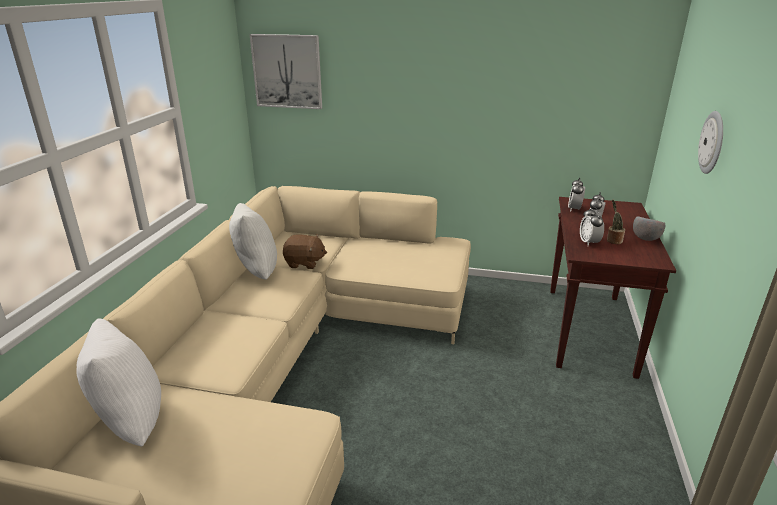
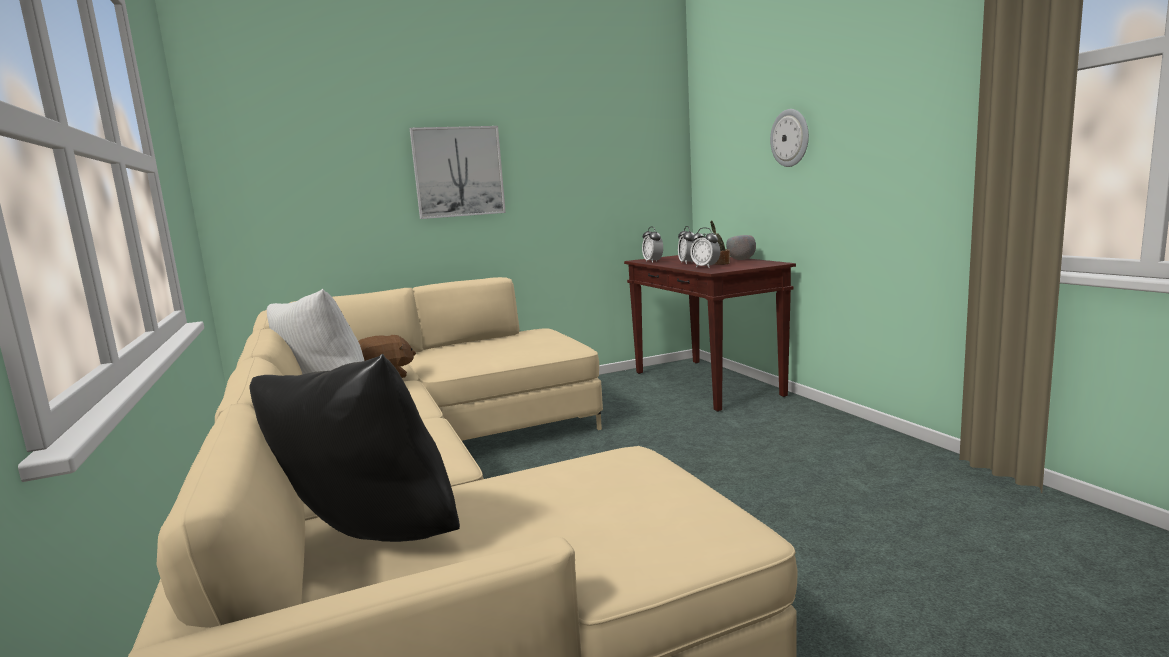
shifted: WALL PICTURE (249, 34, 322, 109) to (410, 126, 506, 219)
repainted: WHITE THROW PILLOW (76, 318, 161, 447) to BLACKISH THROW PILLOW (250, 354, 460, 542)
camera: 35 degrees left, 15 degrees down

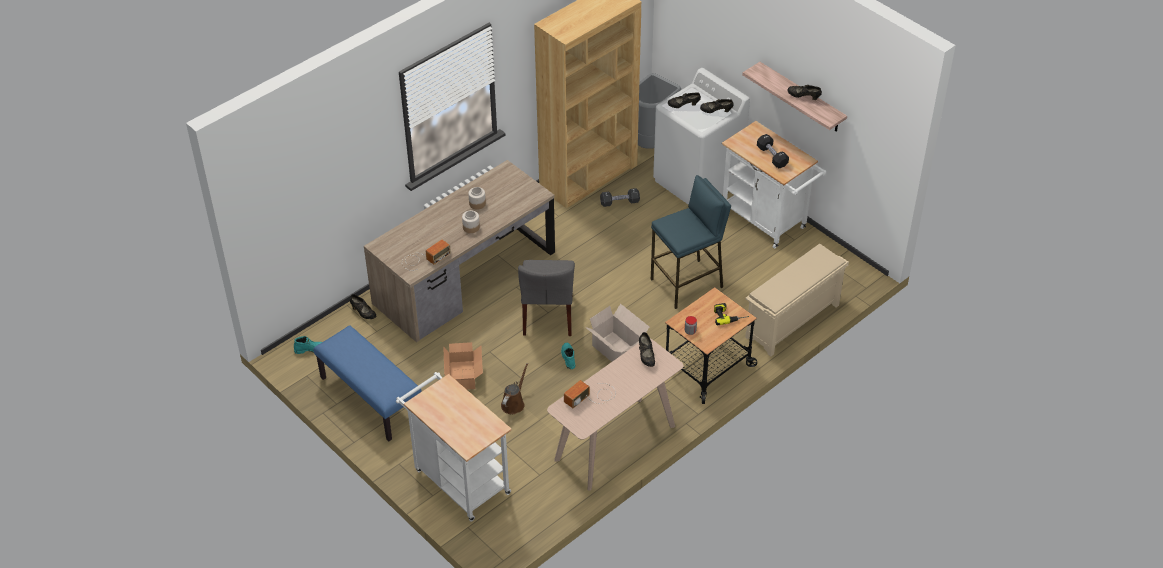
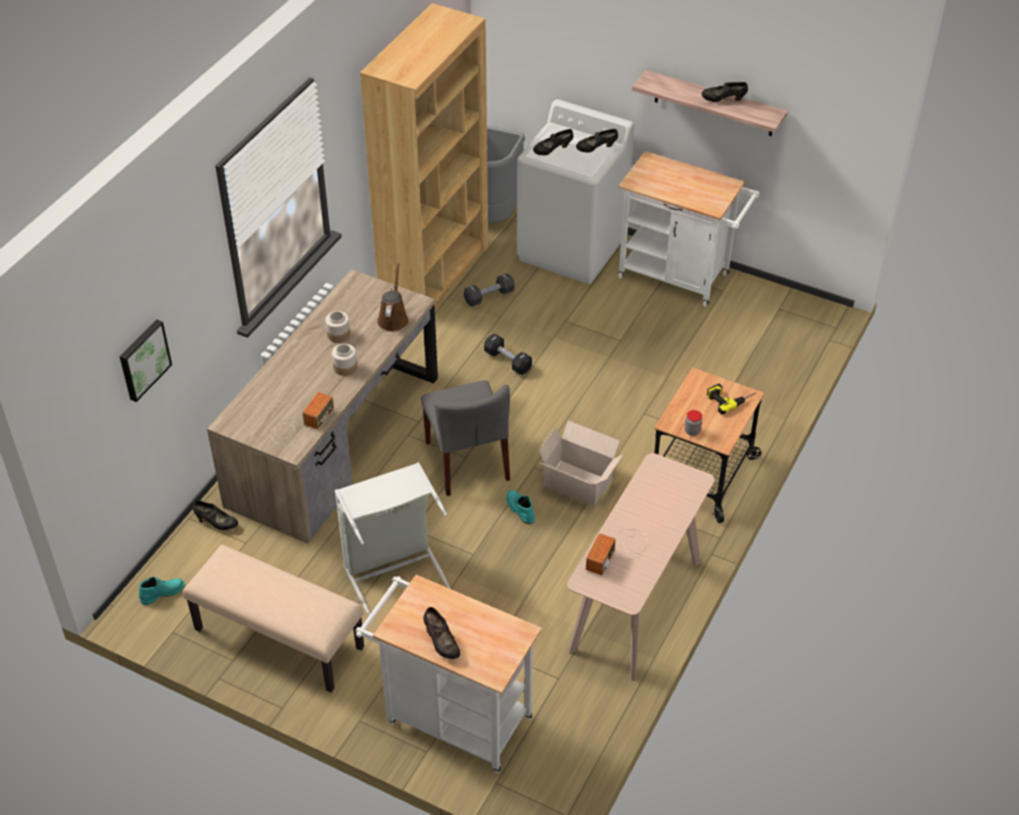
gone: BLUE STOOL SEAT (651, 175, 731, 309); SAND-COLOURED SHOE SHELF (745, 244, 849, 357)
new: WALL PICTURE (120, 320, 172, 402)
shifted: BROWNISH SPRINKLING CAN (501, 363, 528, 414) to (377, 262, 409, 332); BLACKISH ITEM OF FOOTWEAR (639, 332, 655, 367) to (423, 607, 460, 659); BLACKISH HAND WEIGHT (757, 134, 789, 168) to (484, 334, 532, 375)
swapped: CARDBOARD BOX (443, 342, 483, 390) to GREYISH LAUNDRY BASKET (334, 462, 451, 616)
repainted: BLUE INDOOR BENCH (313, 325, 422, 441) to SAND-COLOURED INDOOR BENCH (183, 545, 364, 693)
camera: 20 degrees left, 0 degrees up

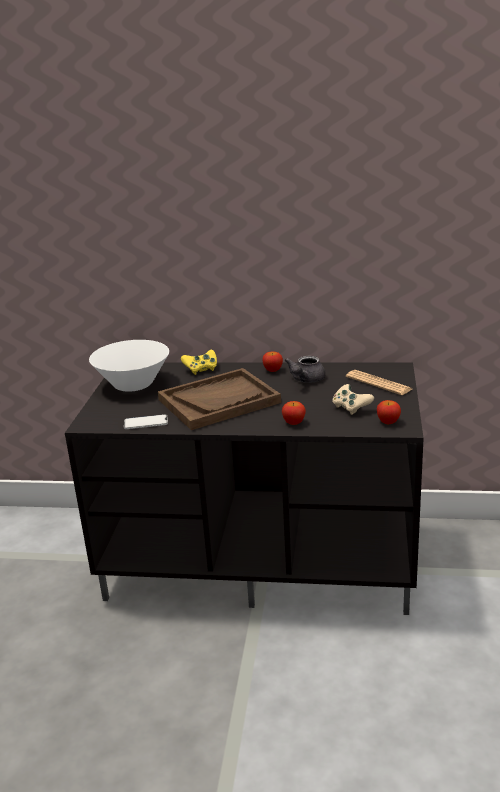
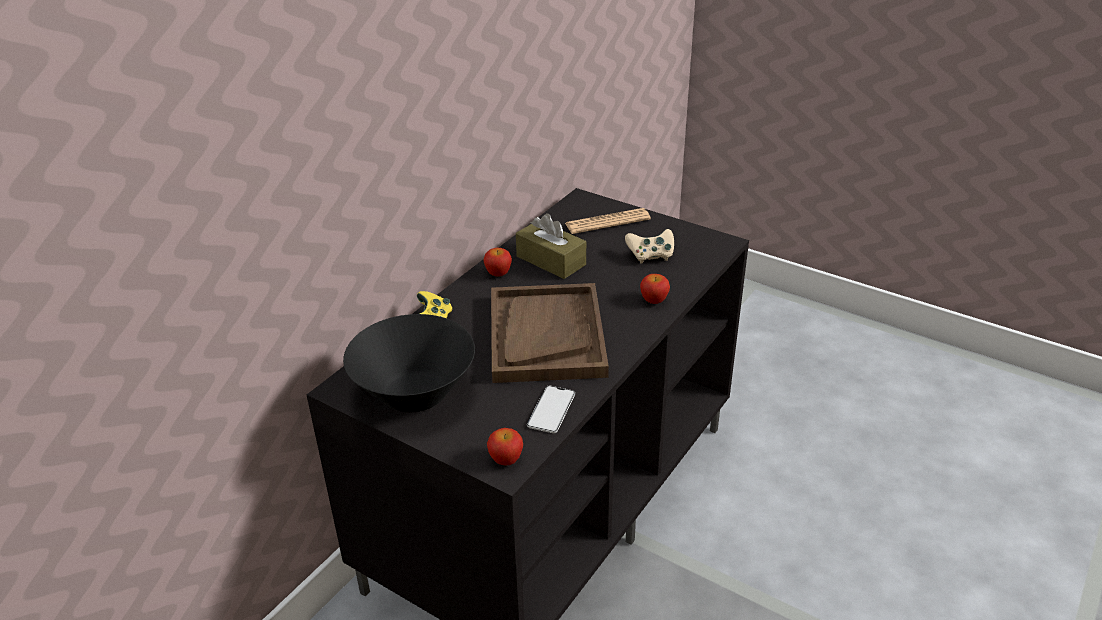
shifted: WHOLE APPLE (377, 400, 401, 424) to (487, 428, 523, 466)
swapped: GREYISH POT FOR TEA (285, 356, 326, 383) to BROWNISH TISSUE BOX (516, 214, 586, 279)
repainted: WHITE SERVING BOWL (89, 340, 169, 392) to BLACKISH SERVING BOWL (343, 314, 475, 412)
camera: 65 degrees left, 10 degrees up

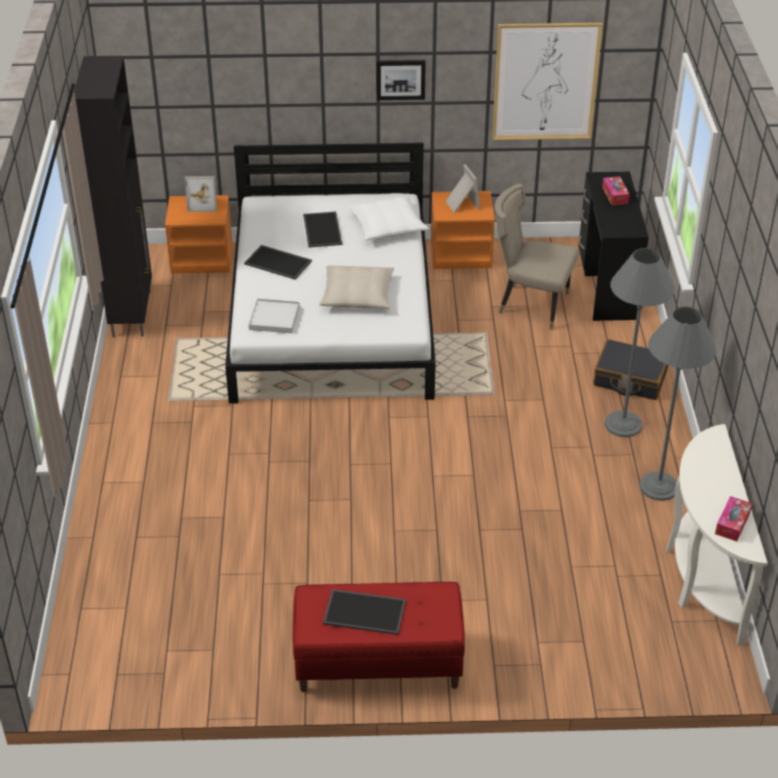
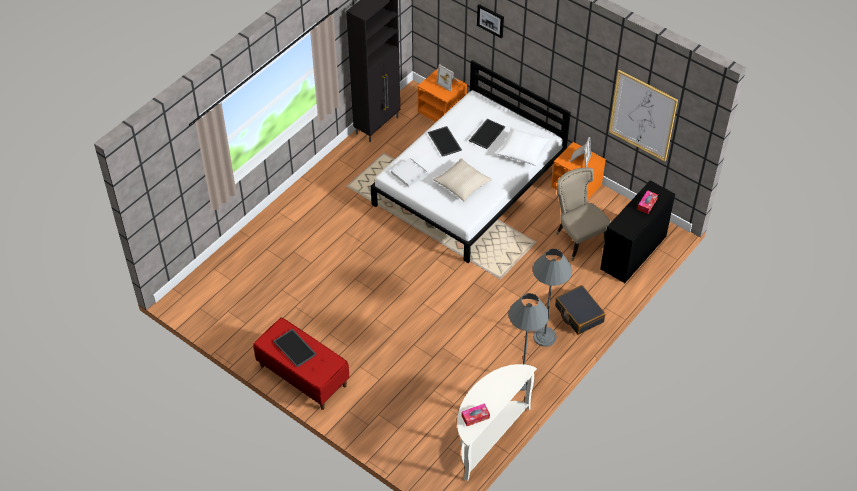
shifted: WALL PICTURE (376, 60, 426, 100) to (477, 4, 504, 39)
camera: 40 degrees right, 10 degrees up

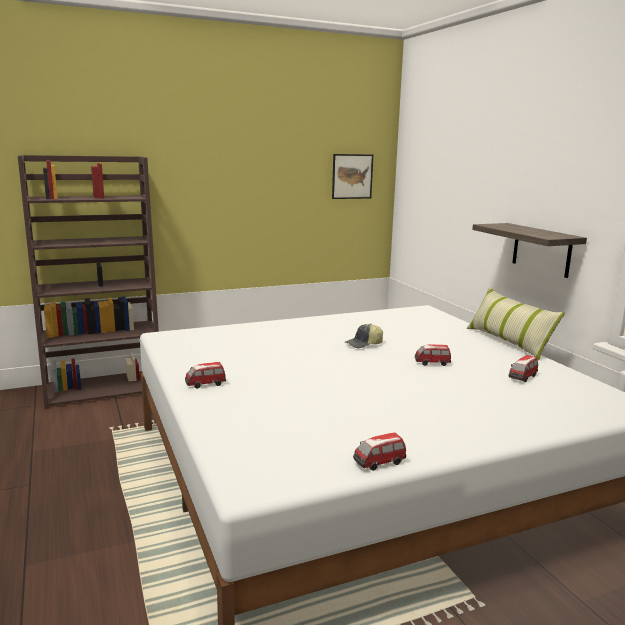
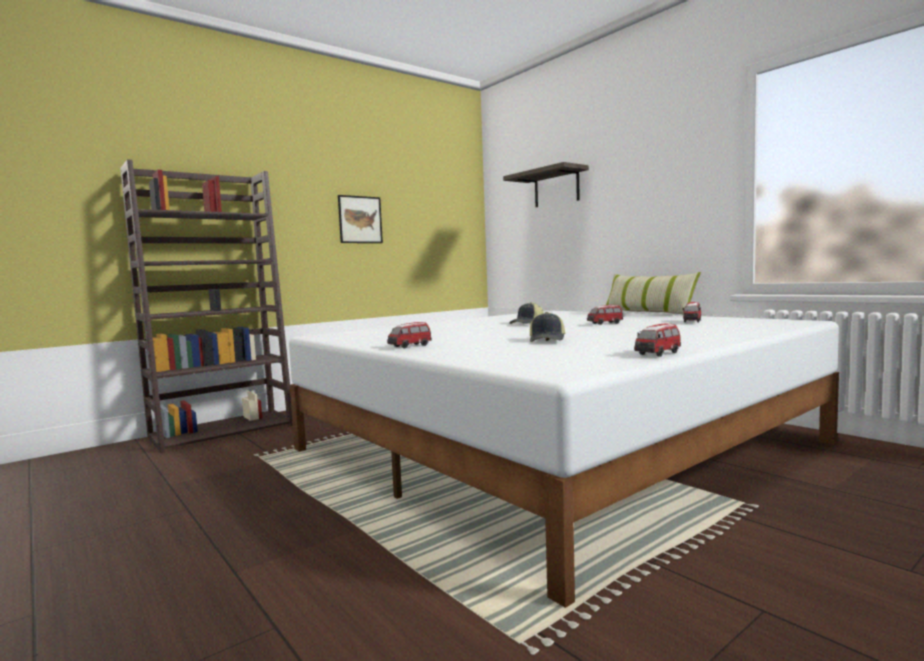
new: PEAKED CAP (530, 312, 565, 342)
shifted: WALL PICTURE (332, 154, 373, 199) to (338, 195, 383, 243); WALL SHELF (472, 223, 587, 278) to (503, 162, 589, 207)
camera: 15 degrees left, 10 degrees down

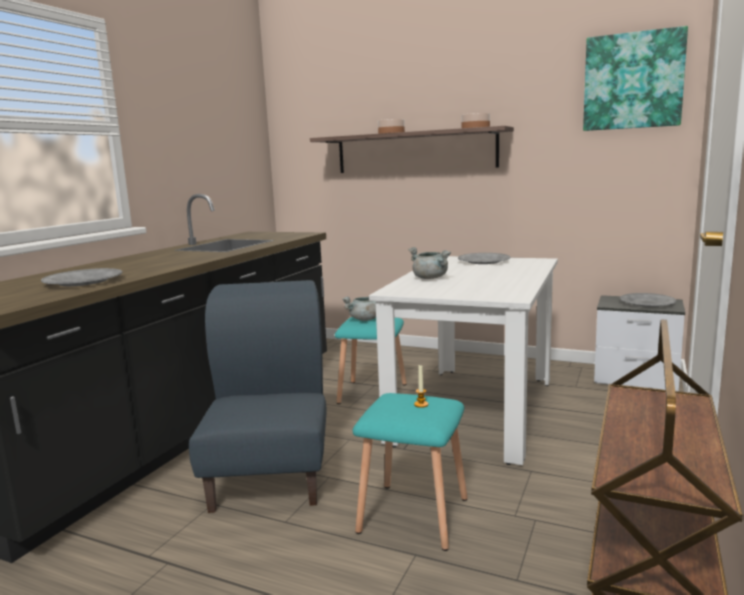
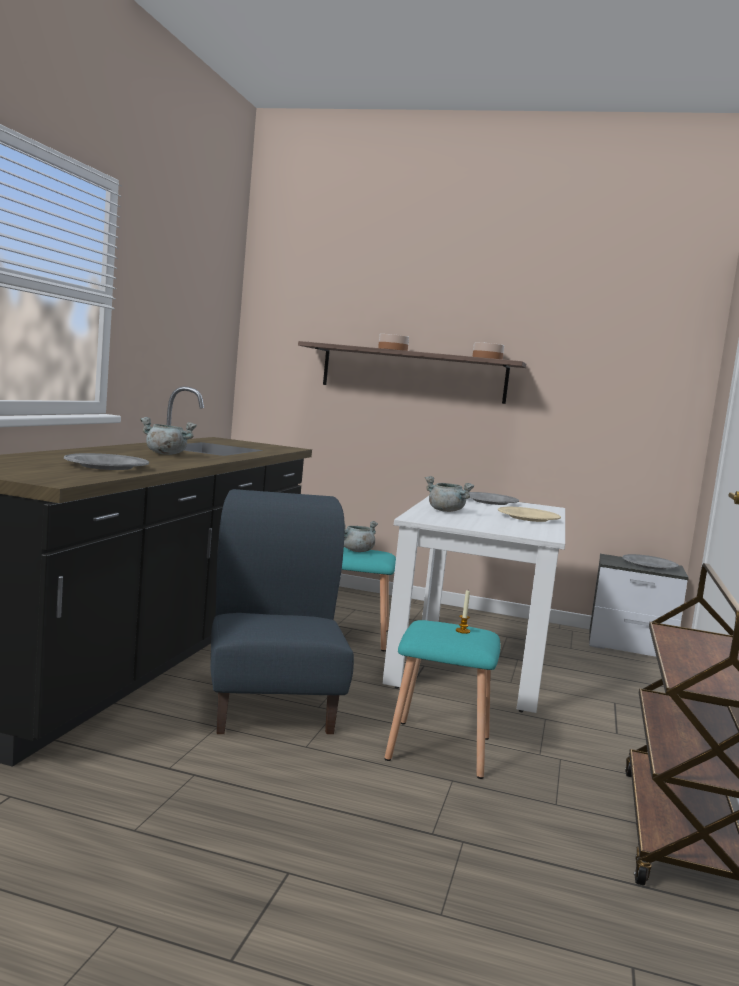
gone: WALL PICTURE (583, 26, 688, 131)
new: GREYISH COOKING POT (140, 417, 197, 455); SAND-COLOURED FLAT DISH (498, 507, 561, 522)
camera: 10 degrees left, 5 degrees down

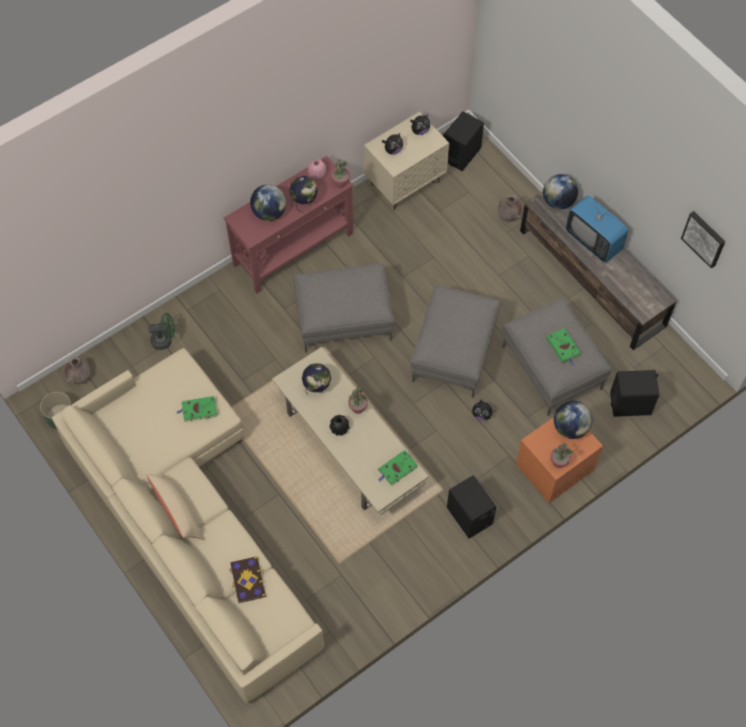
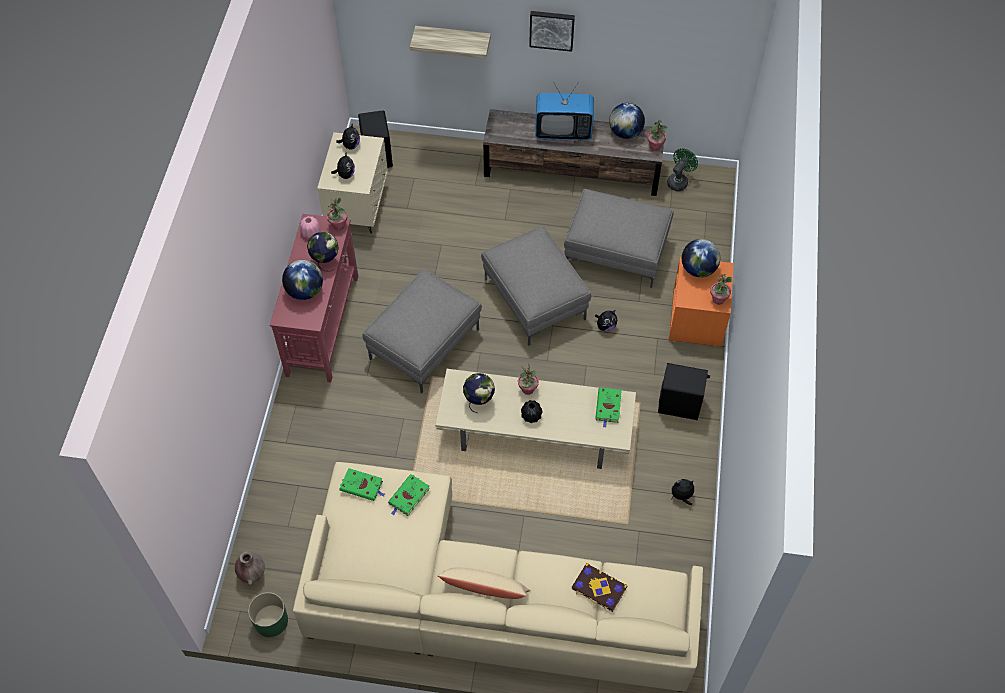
gone: BROWNISH FLOWER VASE (498, 195, 522, 222); BLACKISH AUDIO SPEAKER (610, 370, 659, 417)
new: WALL SHELF (410, 26, 491, 59); PLANT IN A POT (647, 120, 668, 151); SOFT TOY (671, 479, 694, 505)
shifted: GREEN COOLING FAN (148, 313, 175, 350) to (667, 148, 698, 191); GLOBE (543, 174, 578, 209) to (609, 103, 645, 139); GREEN BOUND BOOK (546, 328, 581, 365) to (340, 468, 385, 501); WALL PICTURE (681, 211, 725, 269) to (529, 11, 575, 52)
camera: 45 degrees left, 5 degrees down

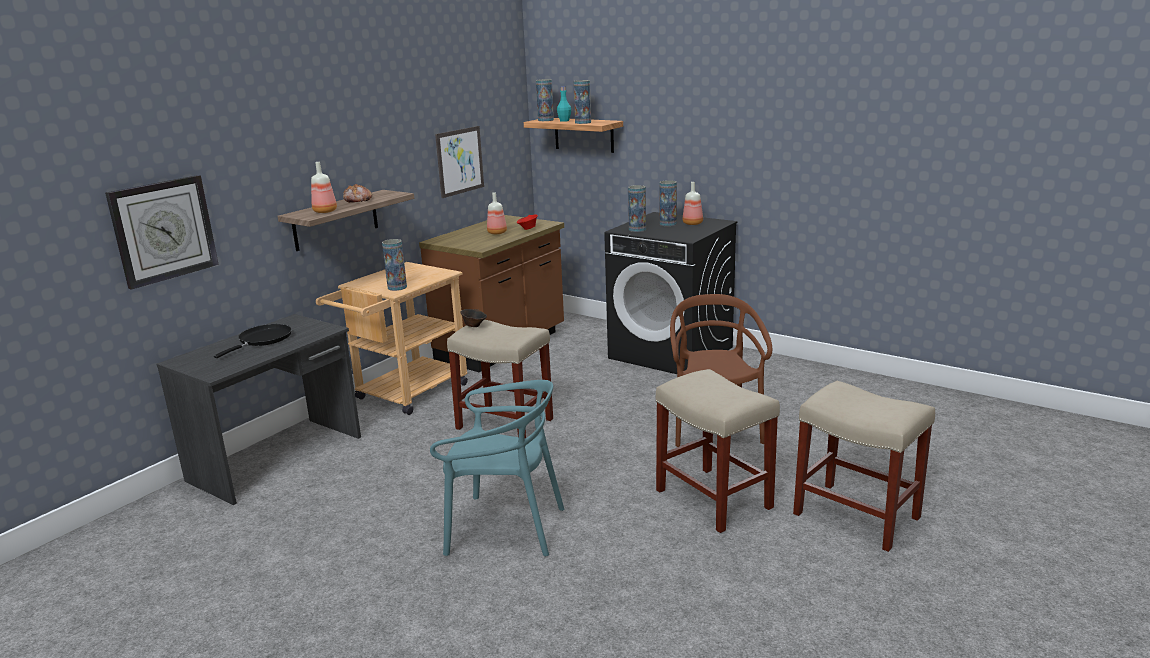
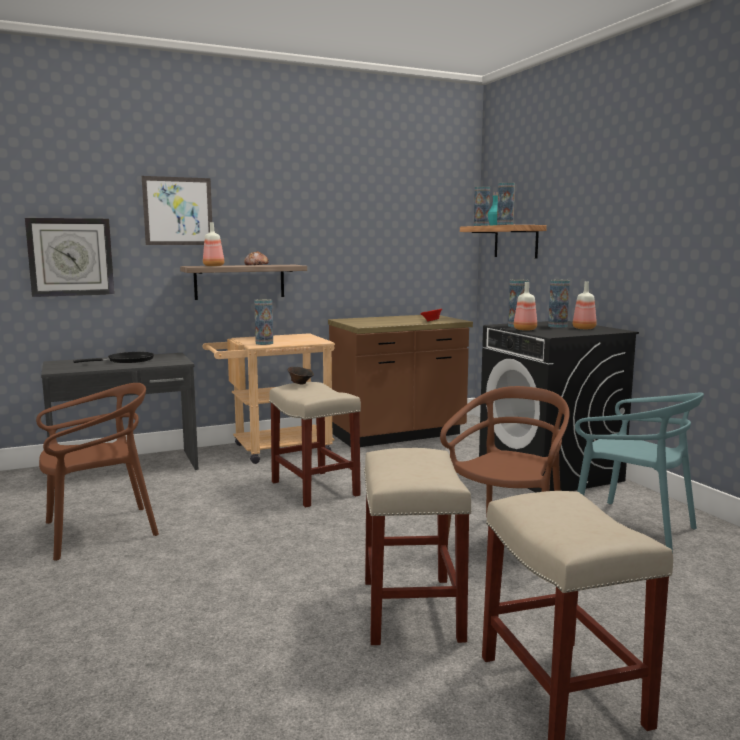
new: BROWNISH CHAIR (36, 383, 159, 561)
shifted: TURQUOISE CHAIR (430, 380, 564, 556) to (575, 393, 704, 552); WALL PICTURE (435, 126, 484, 198) to (142, 176, 212, 245); DRINK BOTTLE (487, 192, 507, 234) to (514, 282, 537, 331)
camera: 30 degrees right, 10 degrees down

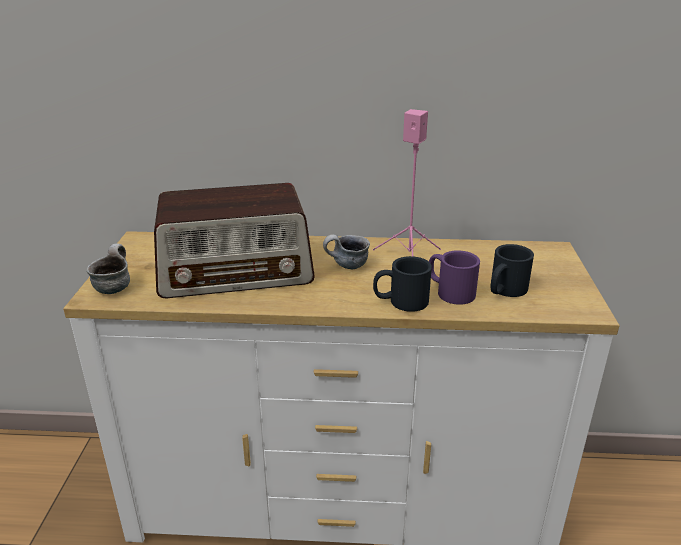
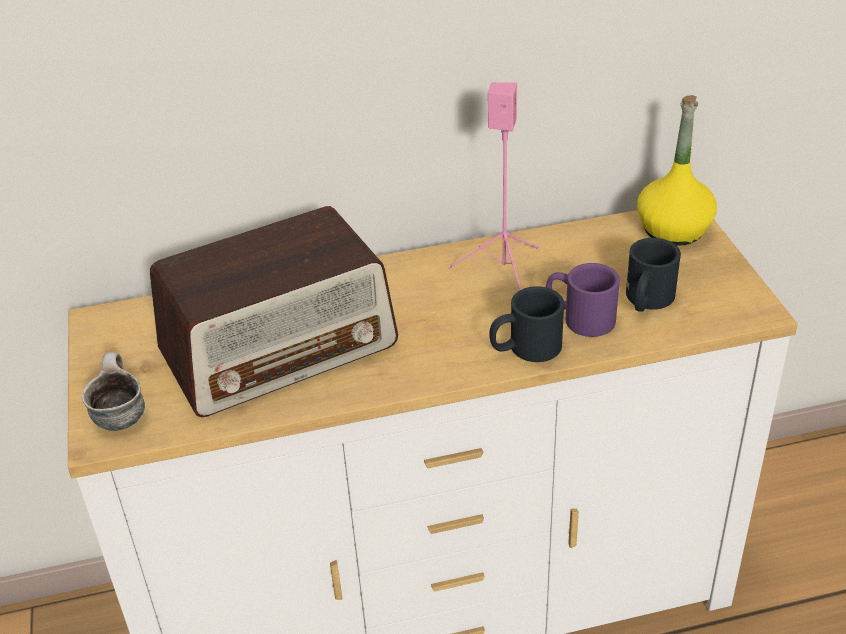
gone: COFFEE MUG (323, 234, 370, 269)
new: YELLOW DRINK BOTTLE (637, 95, 717, 246)
camera: 15 degrees left, 10 degrees up

